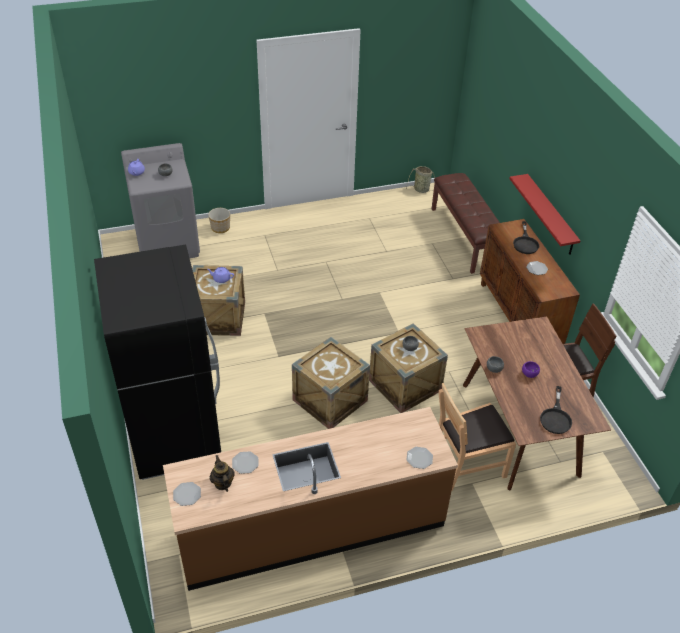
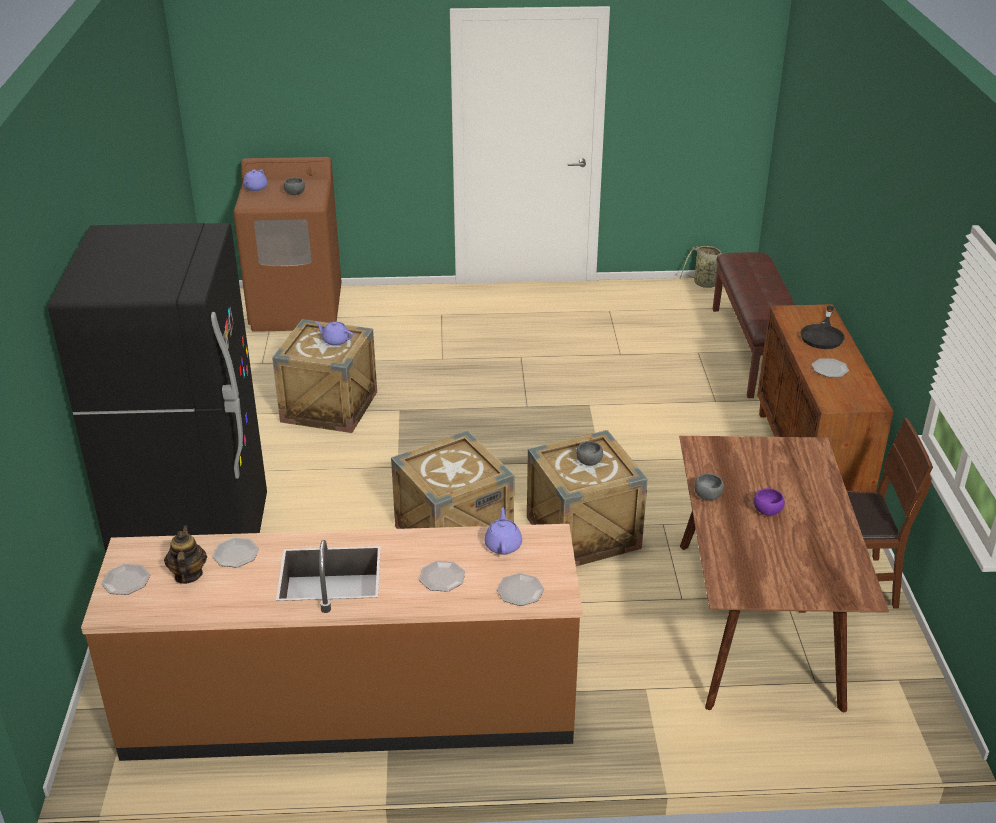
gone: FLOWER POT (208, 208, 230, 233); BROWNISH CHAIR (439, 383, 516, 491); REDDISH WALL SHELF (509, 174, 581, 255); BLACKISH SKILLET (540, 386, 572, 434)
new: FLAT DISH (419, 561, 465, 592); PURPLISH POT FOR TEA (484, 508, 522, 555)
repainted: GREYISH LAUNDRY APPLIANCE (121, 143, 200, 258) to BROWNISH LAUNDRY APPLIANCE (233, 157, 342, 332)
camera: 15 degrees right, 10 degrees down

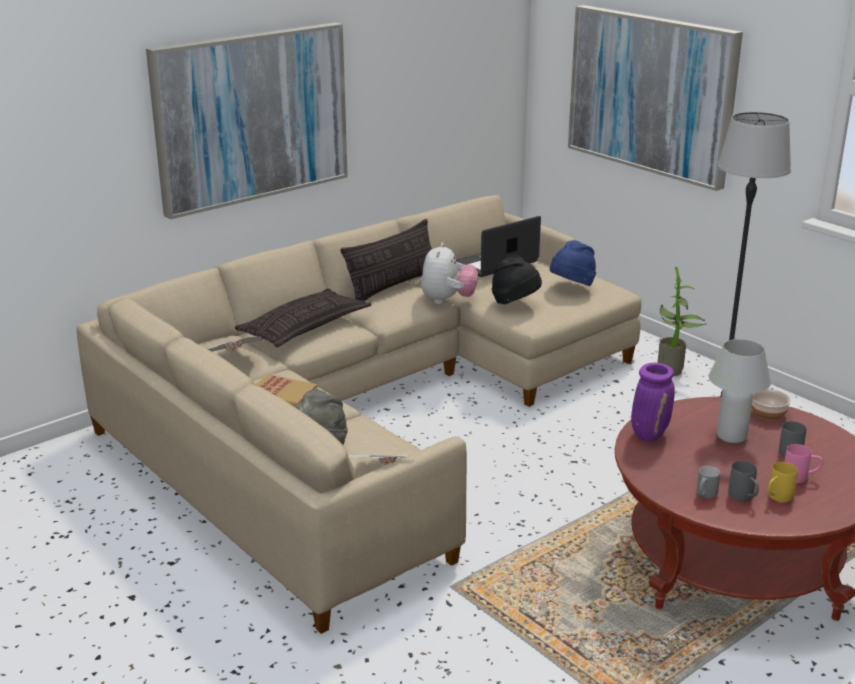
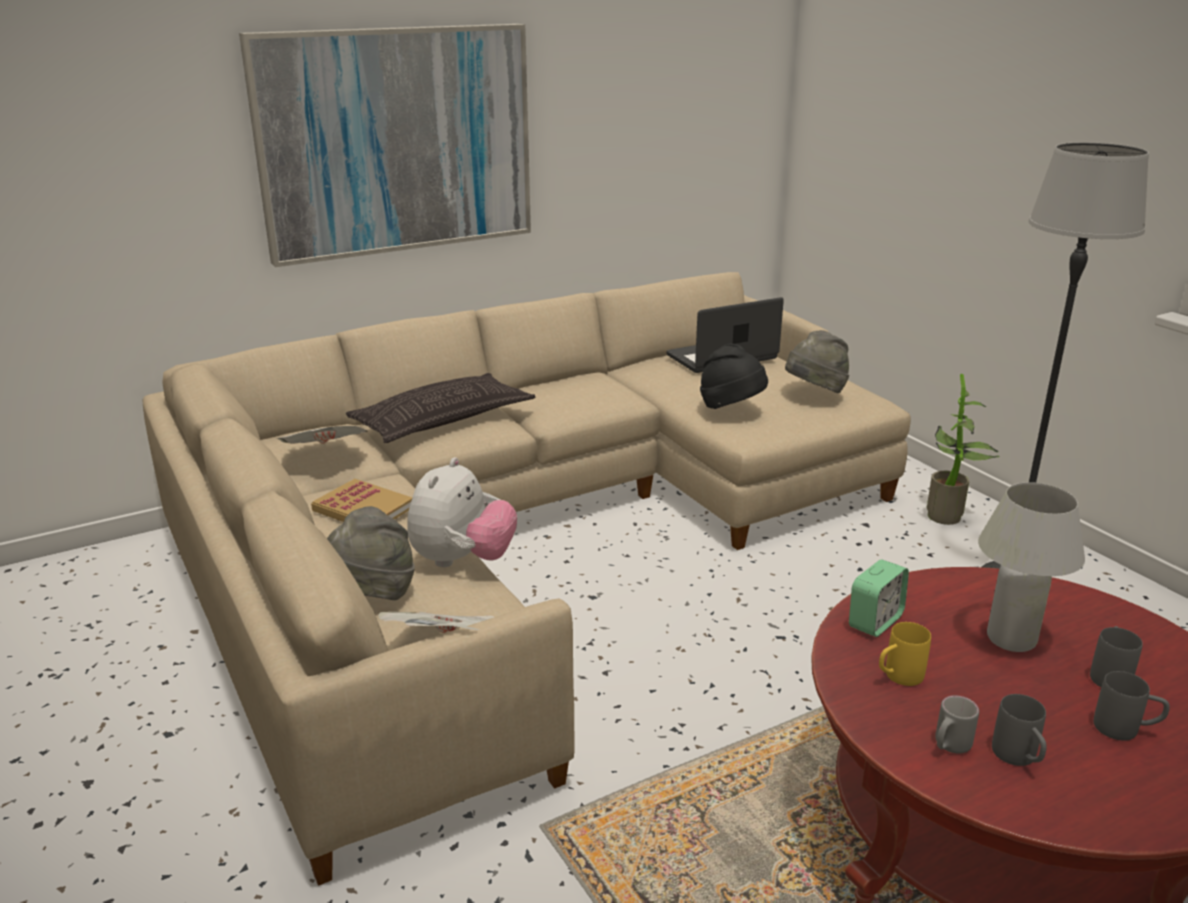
gone: THROW PILLOW (341, 219, 432, 302); WALL PICTURE (568, 5, 743, 191); SERVING BOWL (752, 389, 791, 421)
shifted: SOFT TOY (421, 242, 478, 304) to (407, 457, 517, 567); YELLOW COFFEE MUG (768, 462, 798, 502) to (879, 622, 931, 686)
swapped: PURPLISH FLOWER VASE (631, 363, 675, 441) to BEDSIDE CLOCK (849, 559, 909, 637)
repainted: BLUE WEARABLE HAT (550, 240, 596, 286) to GREYISH WEARABLE HAT (785, 330, 849, 393); PINK COFFEE MUG (784, 444, 823, 483) to GREYISH COFFEE MUG (1093, 671, 1170, 741)
camera: 10 degrees right, 0 degrees up

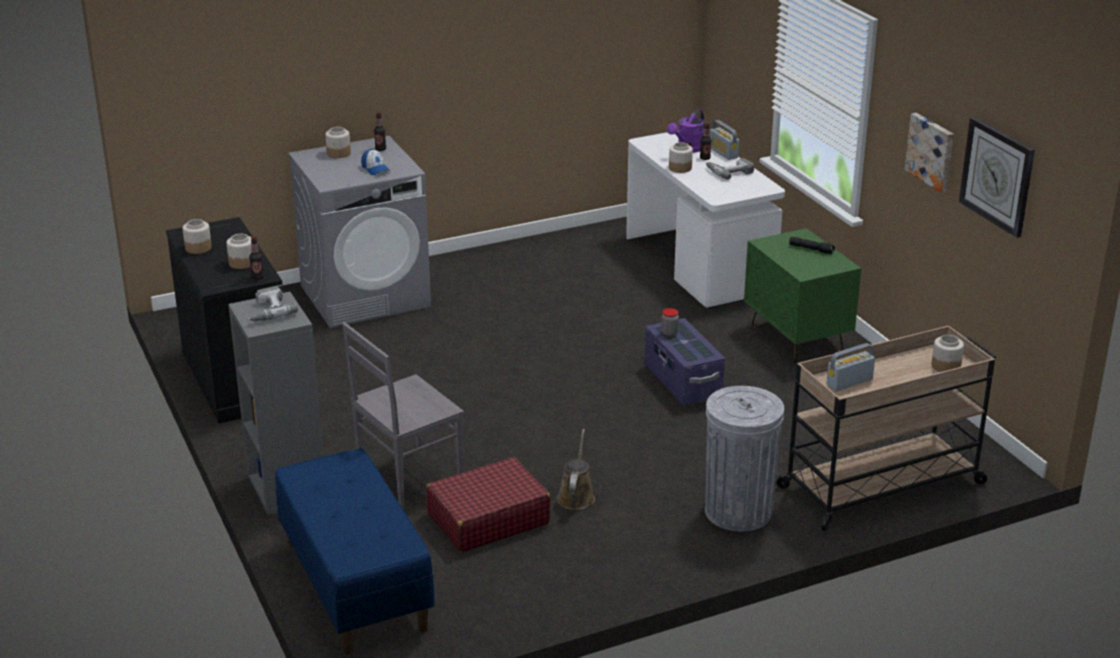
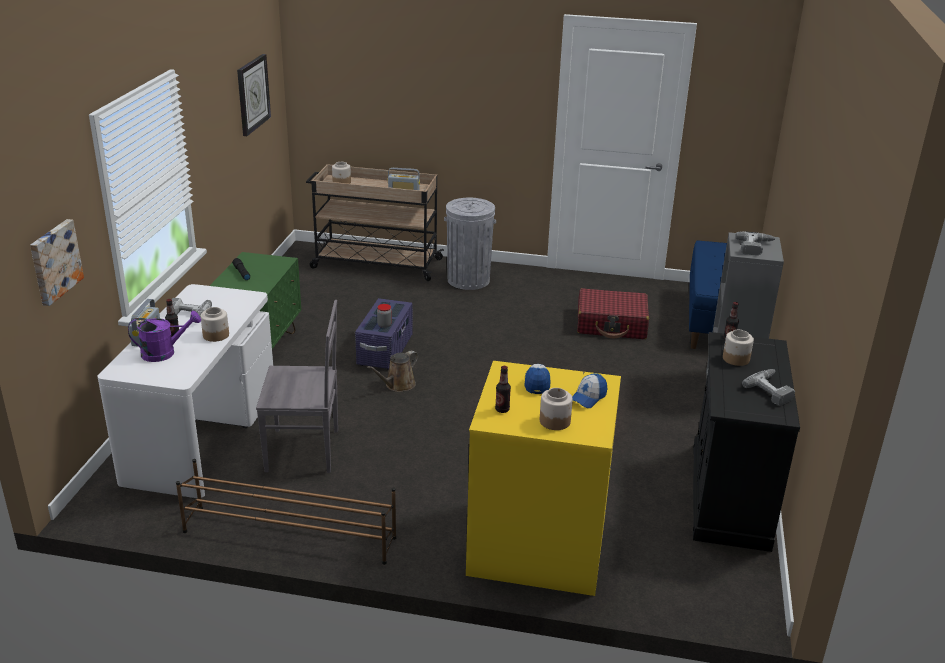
new: BROWNISH SHOE SHELF (176, 459, 396, 565); PEAKED CAP (572, 373, 607, 408)
shifted: GREYISH CHAIR (342, 322, 464, 509) to (256, 300, 338, 473); BROWNISH SPRINKLING CAN (557, 429, 595, 510) to (367, 351, 418, 392); WALL PICTURE (905, 113, 954, 192) to (30, 219, 84, 306)
swapped: STORAGE JAR (183, 219, 212, 254) to POWER DRILL (742, 369, 795, 406)
repainted: GREYISH LAUNDRY APPLIANCE (288, 136, 431, 328) to YELLOW LAUNDRY APPLIANCE (466, 361, 621, 596)
camera: 145 degrees left, 0 degrees up

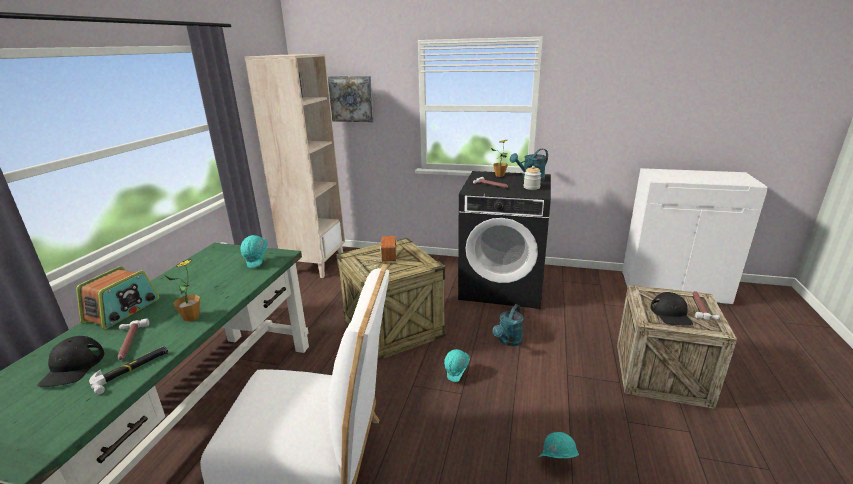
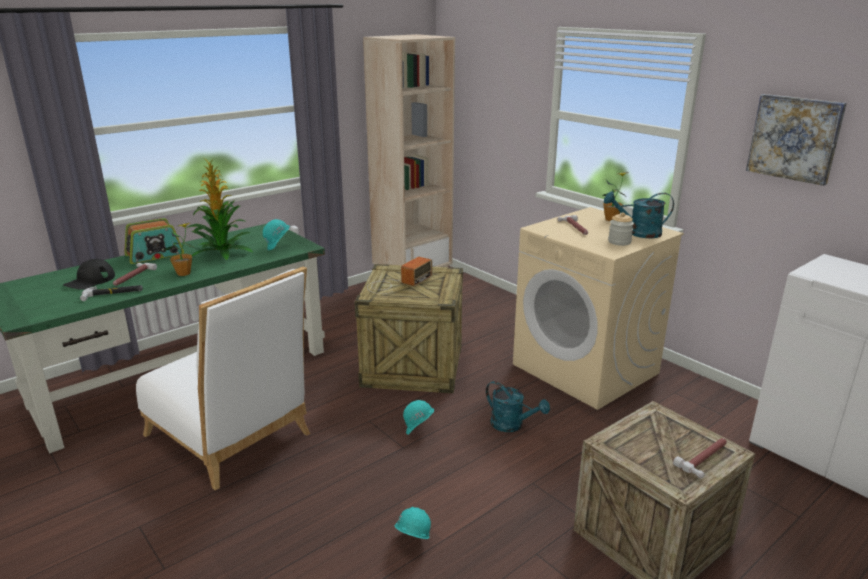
gone: BLACKISH PEAKED CAP (651, 292, 693, 325)
new: PLANT IN A POT (187, 158, 253, 260)
shifted: WALL PICTURE (328, 76, 374, 122) to (746, 94, 847, 186)
repainted: BLACKISH LAUNDRY APPLIANCE (458, 171, 551, 309) to SAND-COLOURED LAUNDRY APPLIANCE (513, 207, 684, 410)
rotated: TURQUOISE SPRINKLING CAN (493, 304, 524, 346) = (486, 381, 550, 432) 120 degrees counterclockwise
camera: 35 degrees right, 0 degrees up

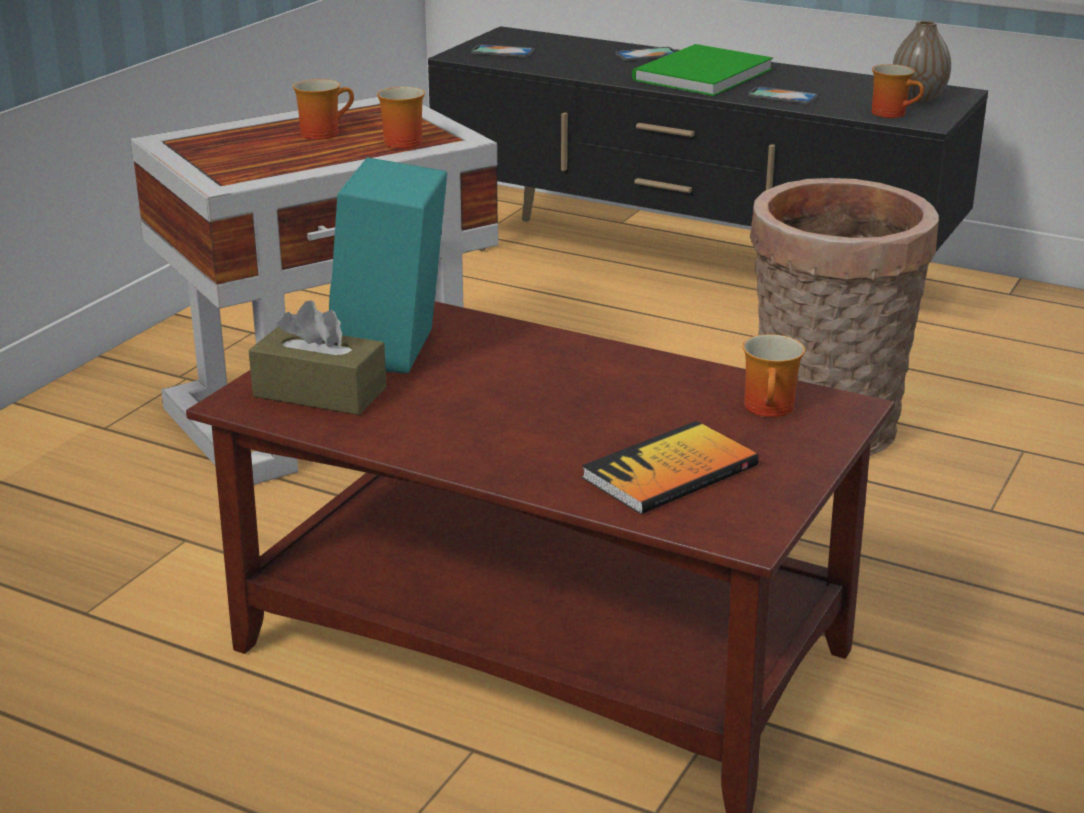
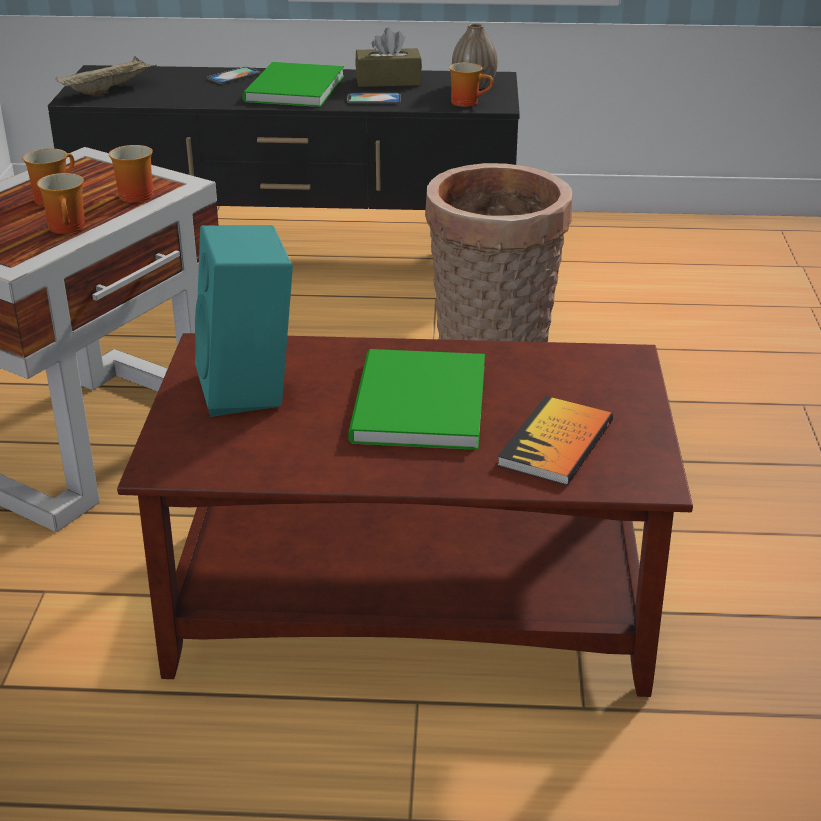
new: GREEN BOUND BOOK (348, 349, 485, 450)
shifted: BROWNISH TISSUE BOX (249, 300, 387, 415) to (355, 27, 422, 87); COFFEE MUG (743, 334, 805, 417) to (37, 173, 85, 234)
swapped: PHONE (471, 44, 534, 57) to SAND-COLOURED TRAY (56, 56, 157, 95)
camera: 25 degrees left, 5 degrees up

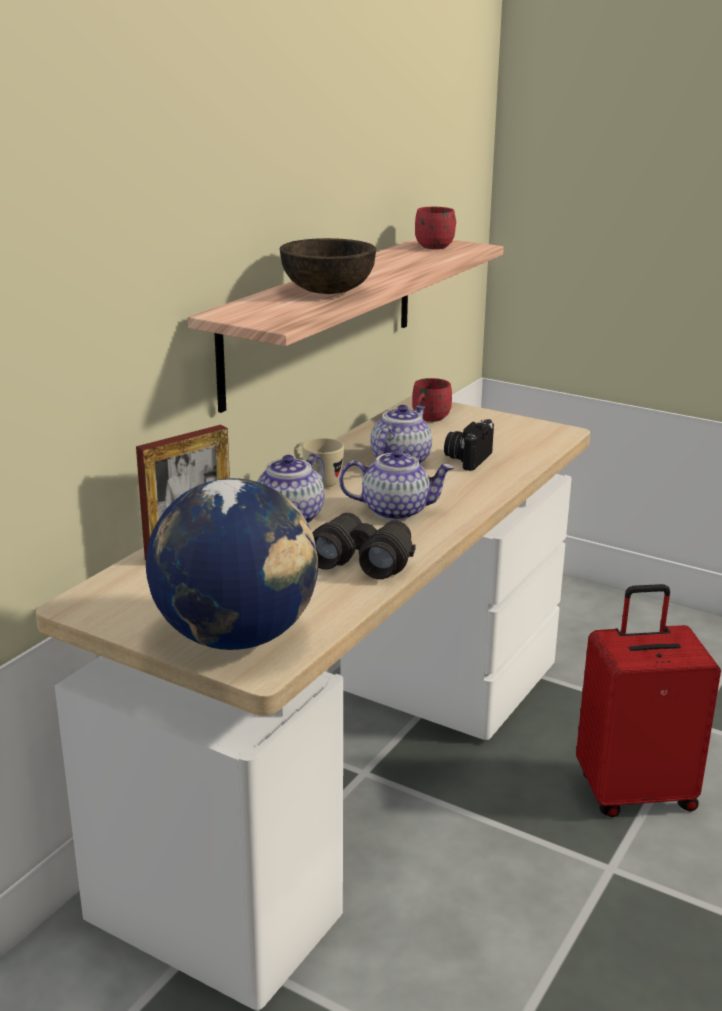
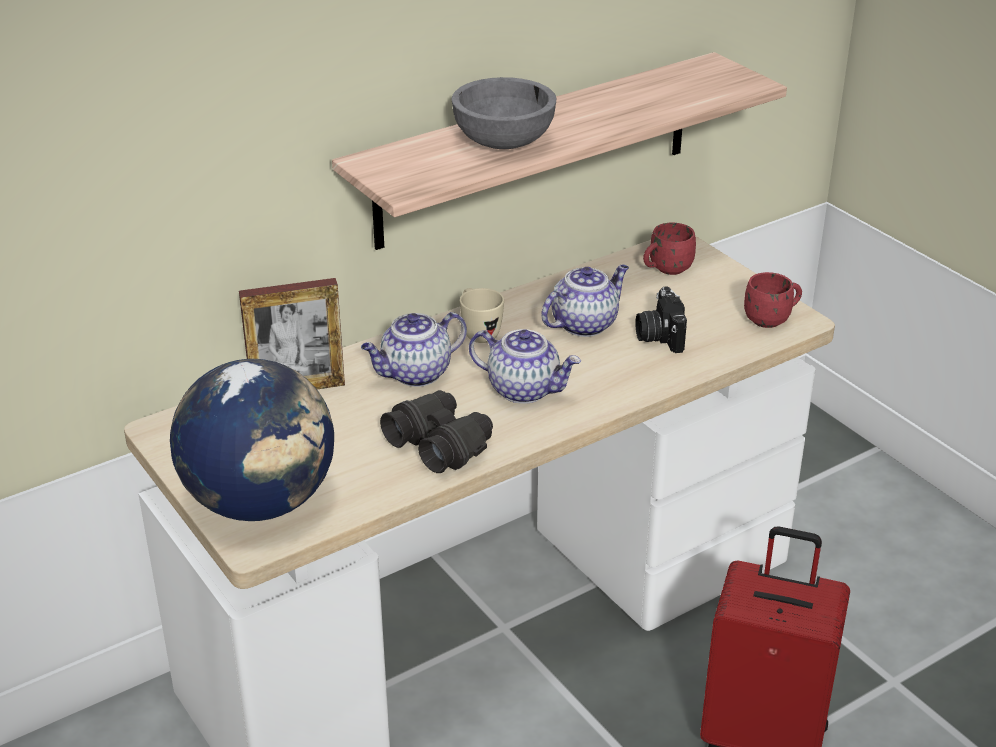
shifted: REDDISH COFFEE MUG (415, 207, 456, 249) to (744, 272, 802, 328)
repainted: BROWNISH SERVING BOWL (280, 238, 376, 294) to GREYISH SERVING BOWL (451, 77, 556, 149)
rotated: STILL CAMERA (444, 419, 494, 471) = (635, 286, 687, 353) 60 degrees counterclockwise
camera: 25 degrees right, 10 degrees up

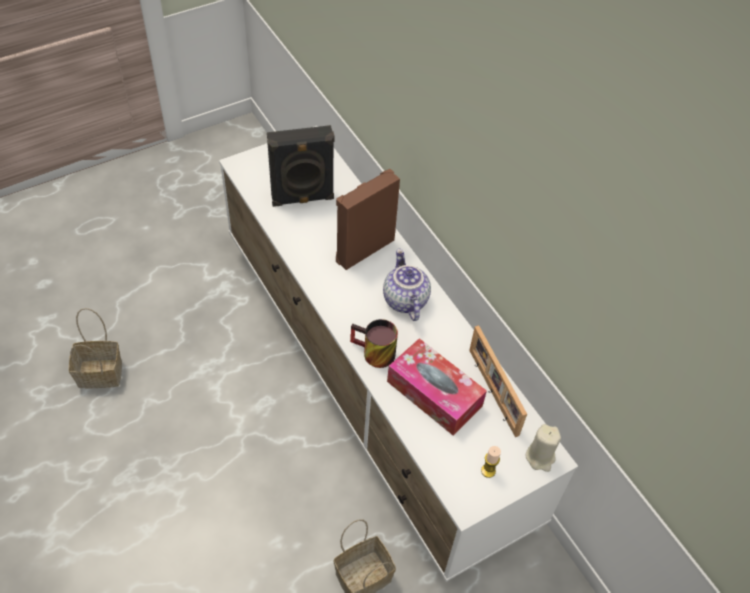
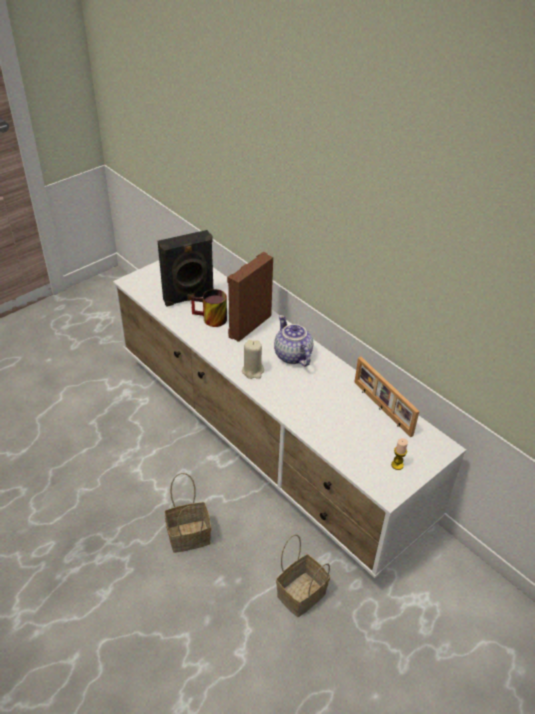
gone: TISSUE BOX (387, 338, 487, 435)
shifted: HOUSEHOLD BASKET (69, 308, 122, 388) to (165, 473, 211, 553); COFFEE MUG (350, 319, 398, 368) to (191, 289, 227, 327); SAND-COLOURED WAX LIGHT (526, 424, 561, 472) to (242, 340, 264, 379)
camera: 10 degrees left, 10 degrees down

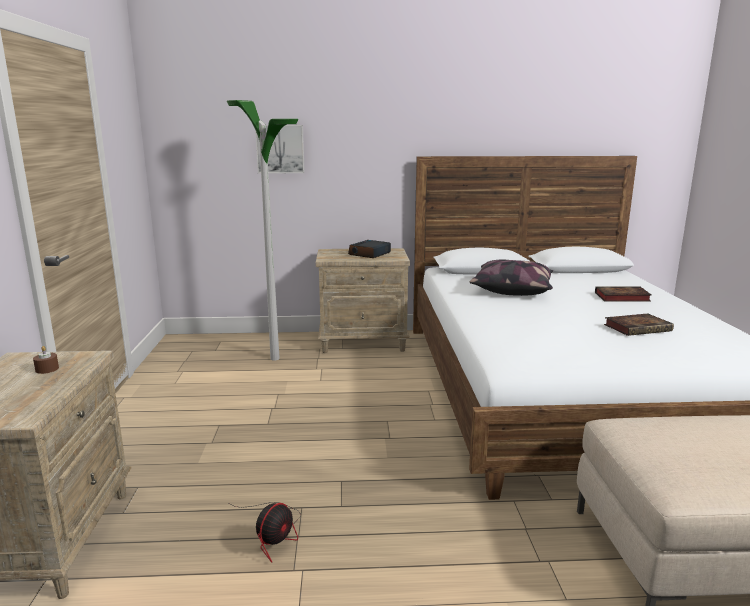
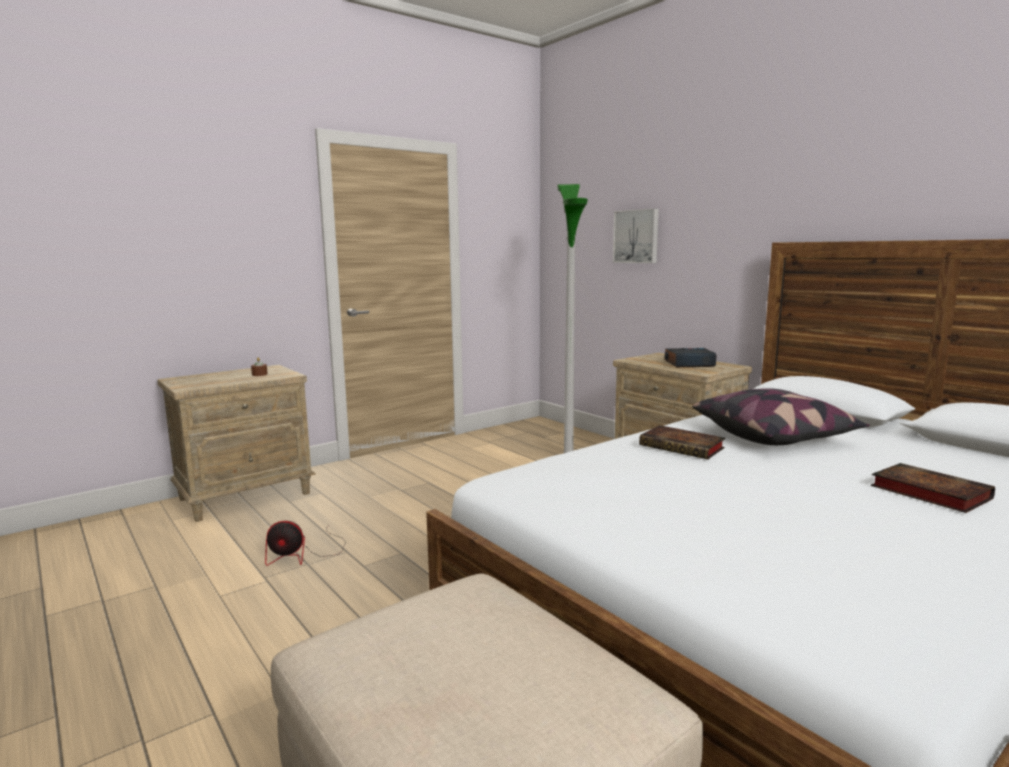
shifted: BOUND BOOK (604, 314, 674, 336) to (639, 425, 725, 459)
camera: 55 degrees right, 5 degrees down

